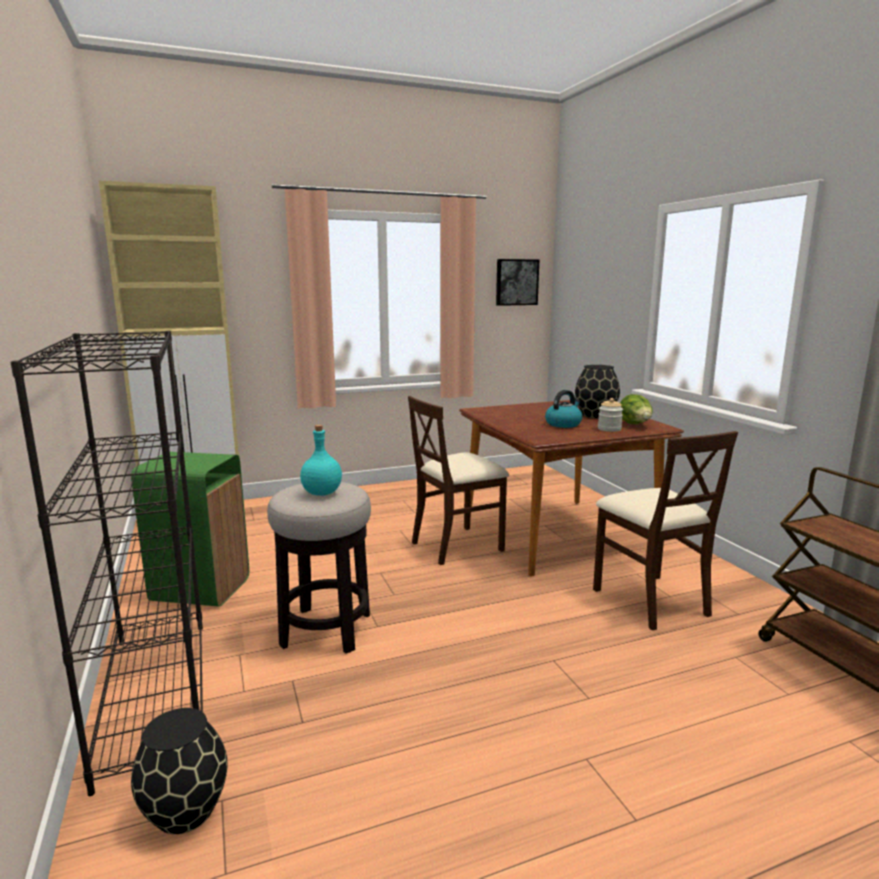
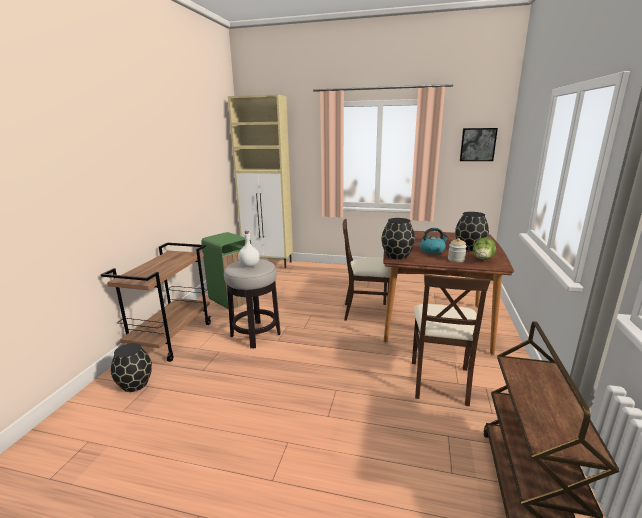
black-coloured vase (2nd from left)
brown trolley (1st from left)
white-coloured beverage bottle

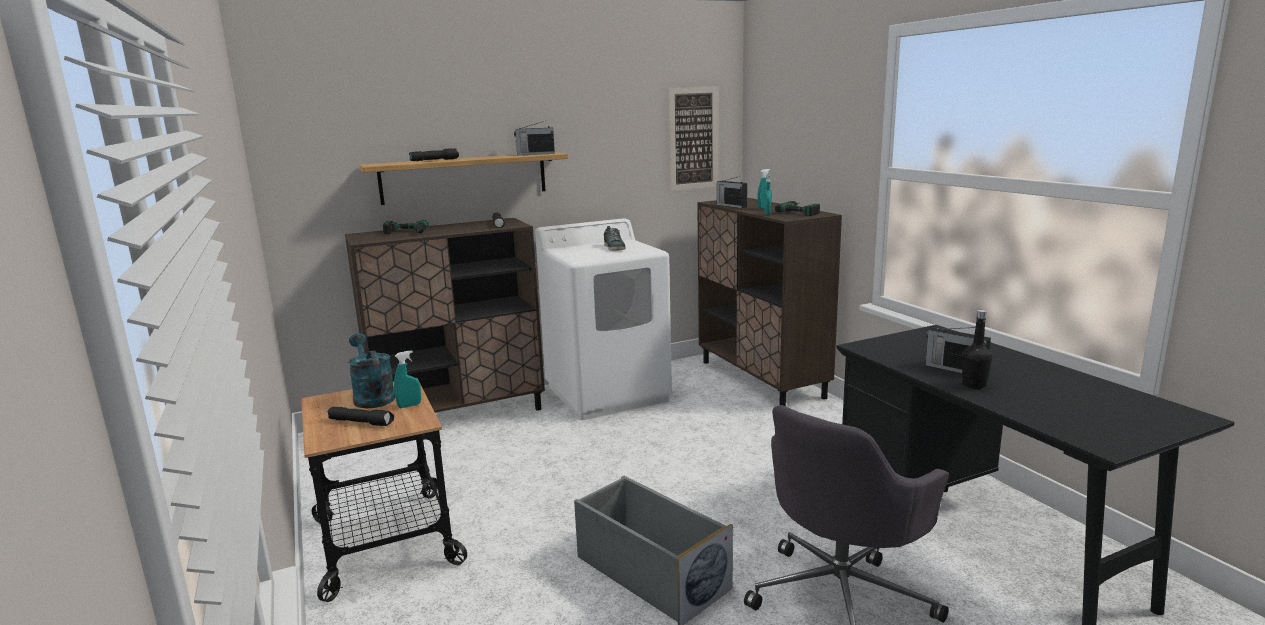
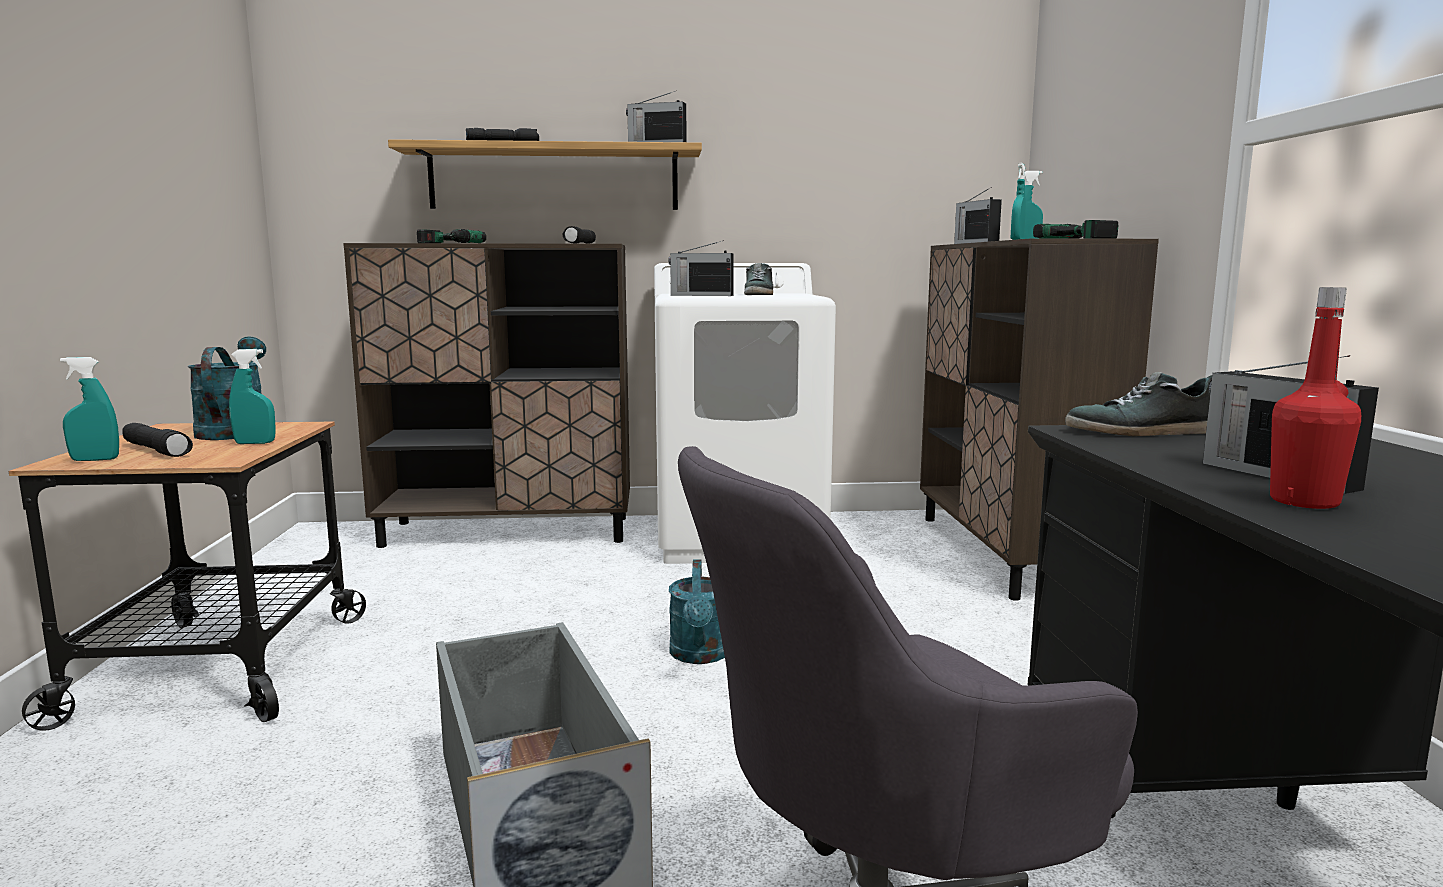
wall picture
blue-green hand sprayer (1st from left)
radio set (2nd from left)
blue-green watering pot (2nd from left)
item of footwear (2nd from left)
red beverage bottle

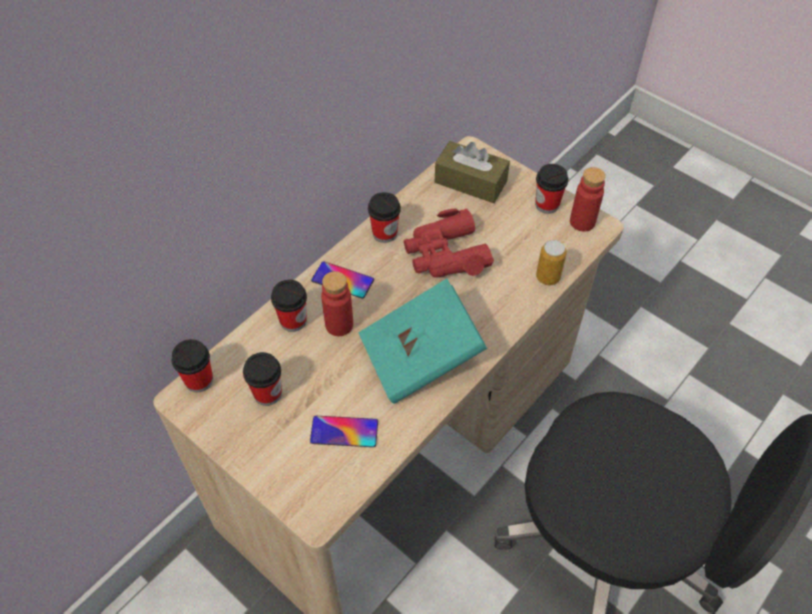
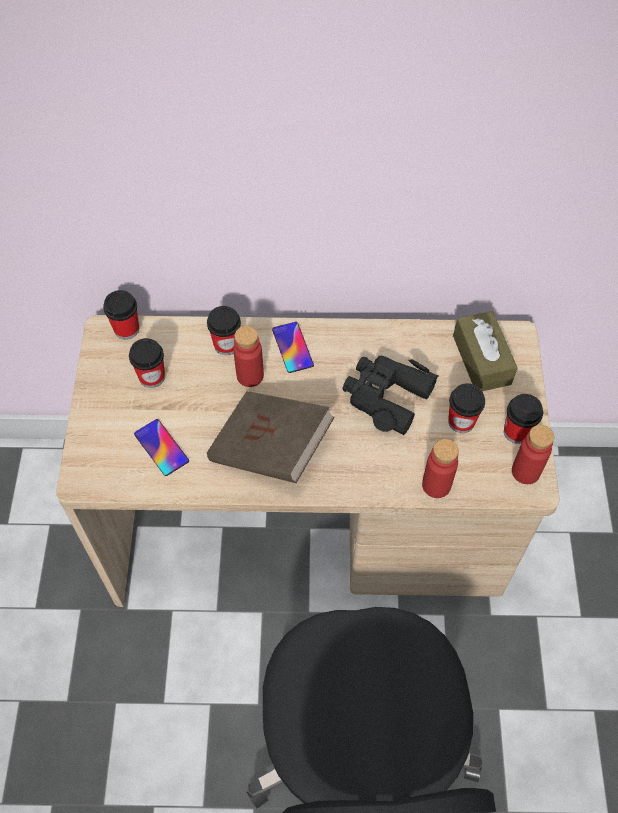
small cup (4th from left)
red beverage bottle (2nd from left)
brown bound book
black-coloured field glasses

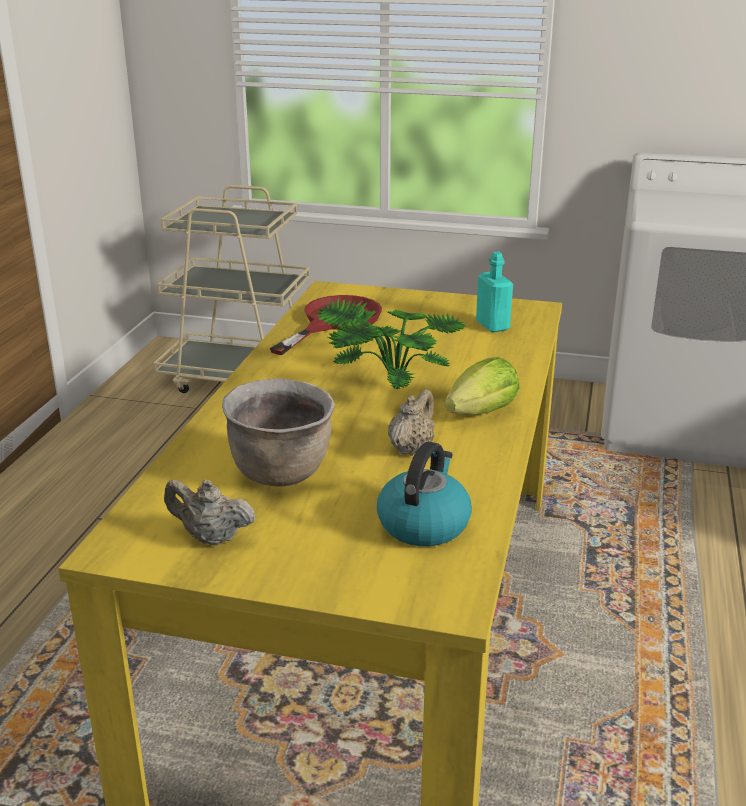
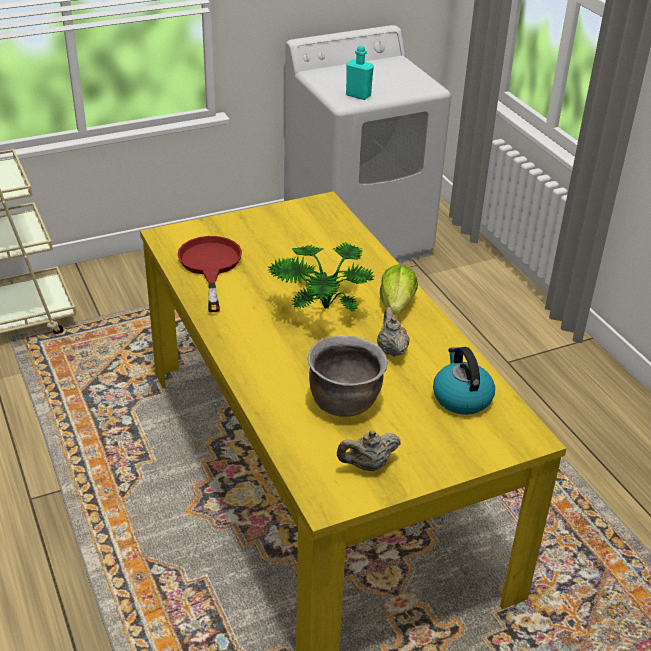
blue-green beverage bottle

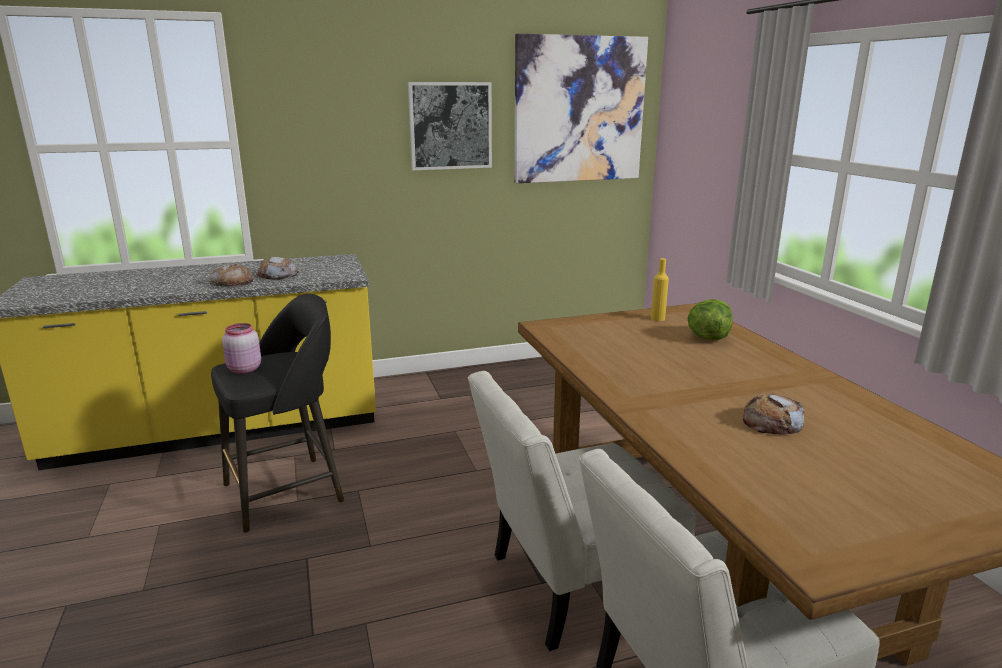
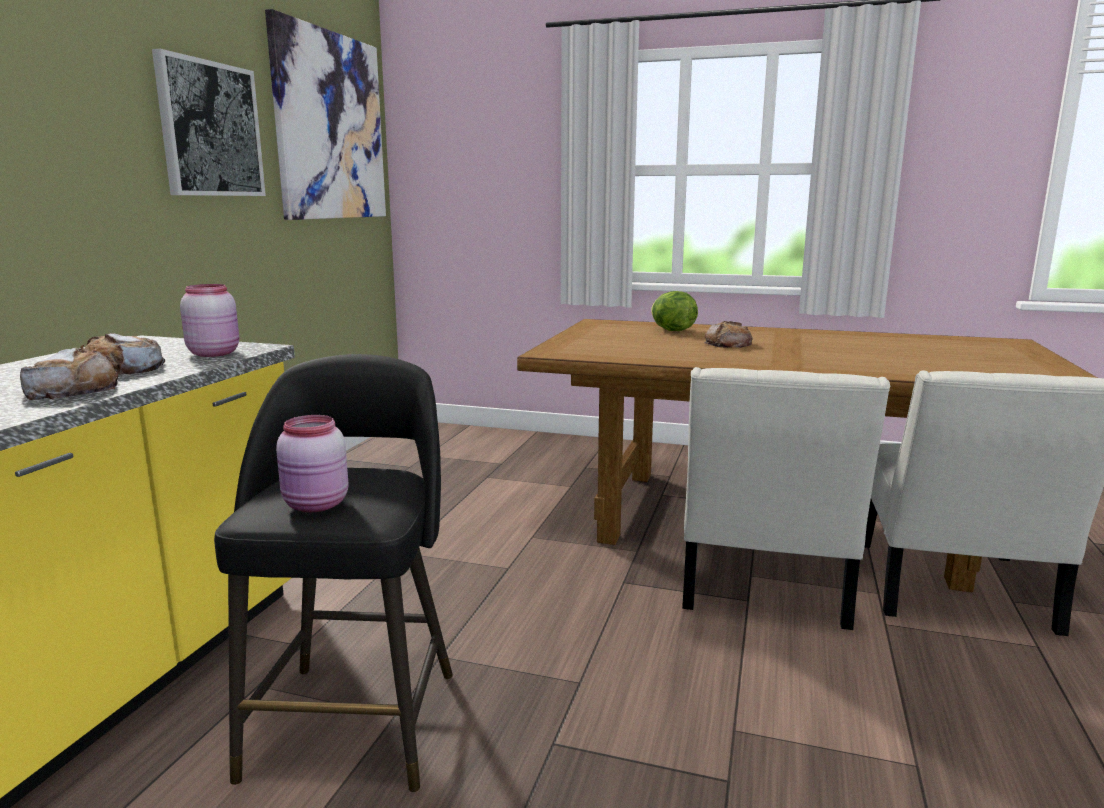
yellowish beverage bottle
pink storage jar (1st from left)
bread (3rd from left)

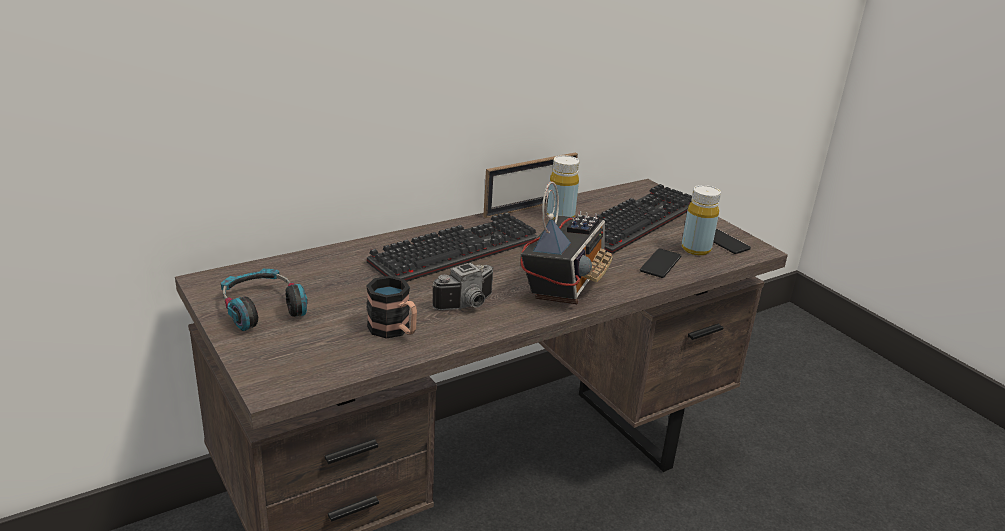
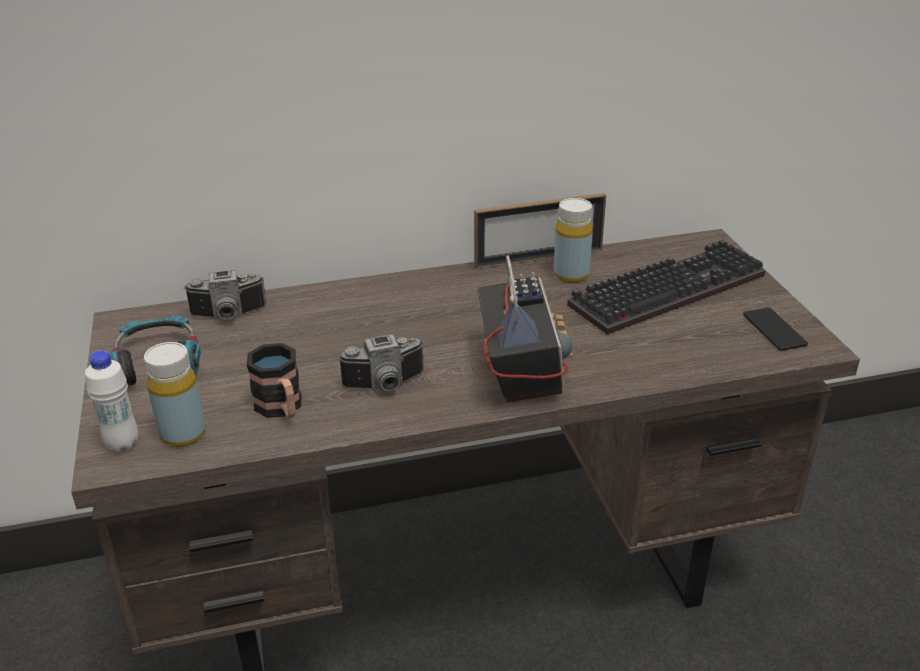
PC keyboard (1st from left in the first image)
handset (1st from left in the first image)
white-coloured beverage bottle
photo camera (1st from left)
yellowish beverage bottle (1st from left)
radio set

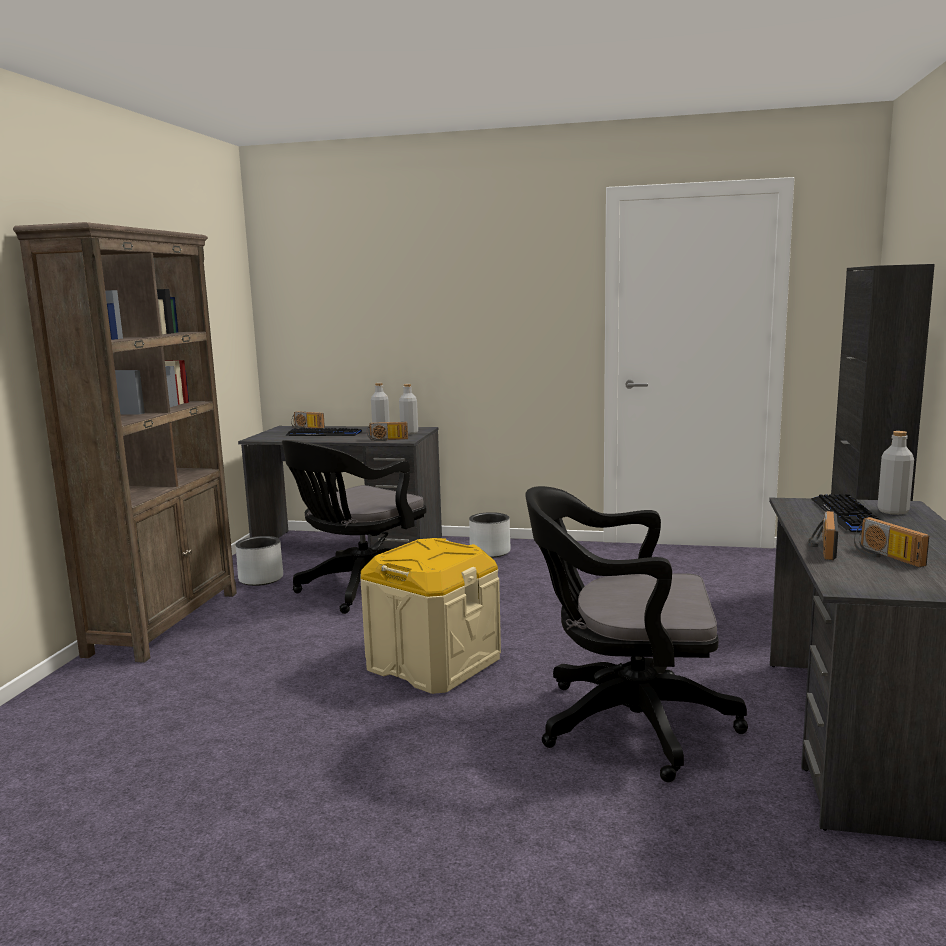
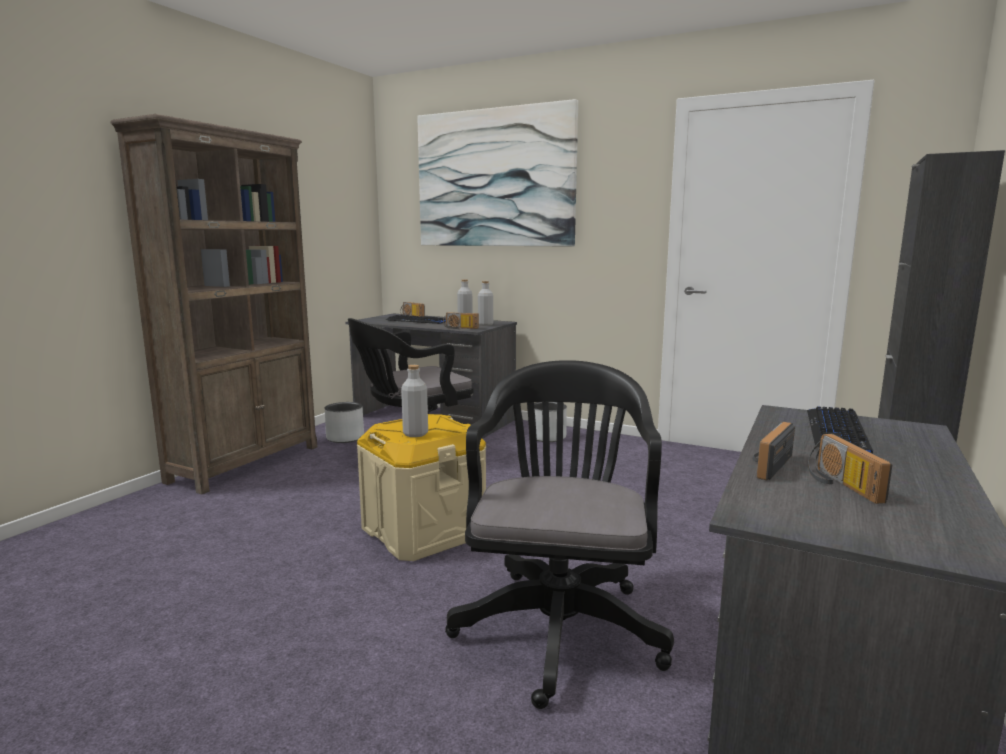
wall picture
grey beverage bottle (1st from left)
black-coloured desk chair (2nd from left)

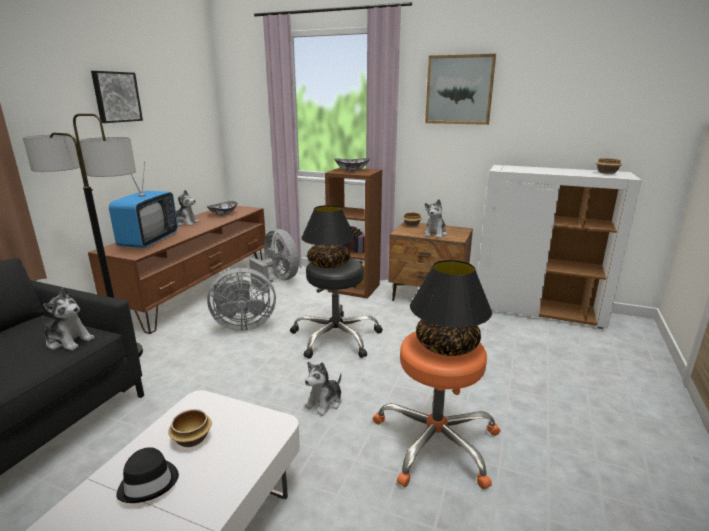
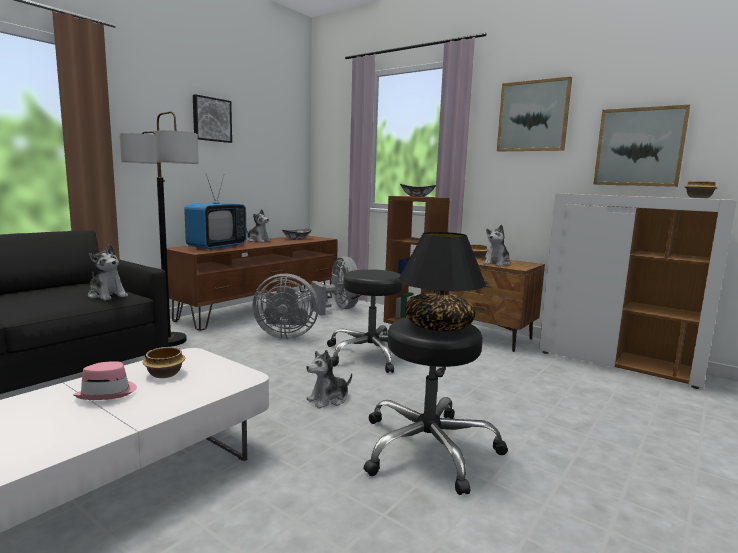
black-coloured lamp for a table (1st from left in the first image)
wall picture (3rd from left)
pink wearable hat
black-coloured stool seat (2nd from left)

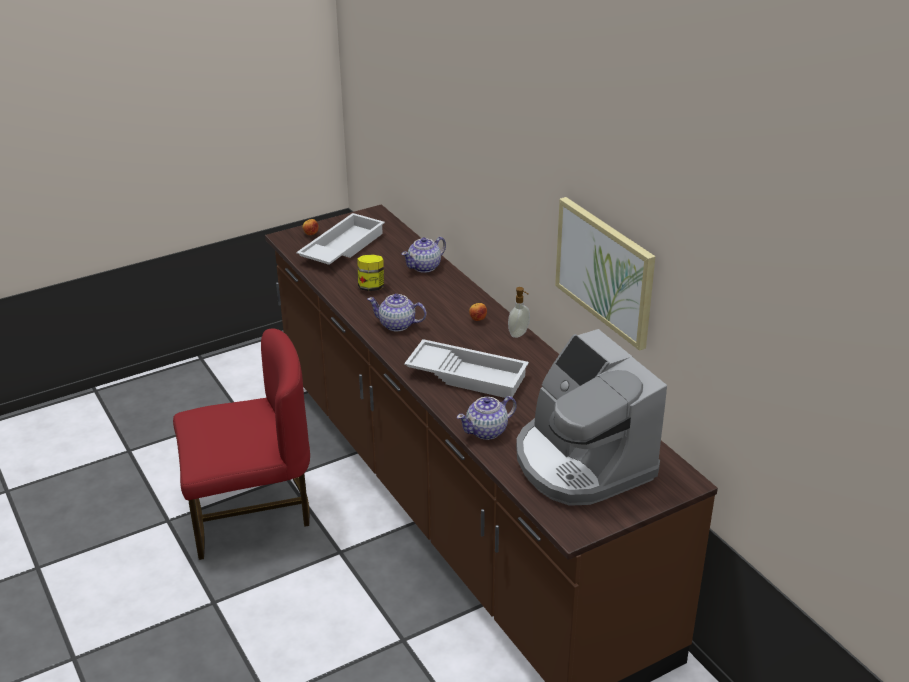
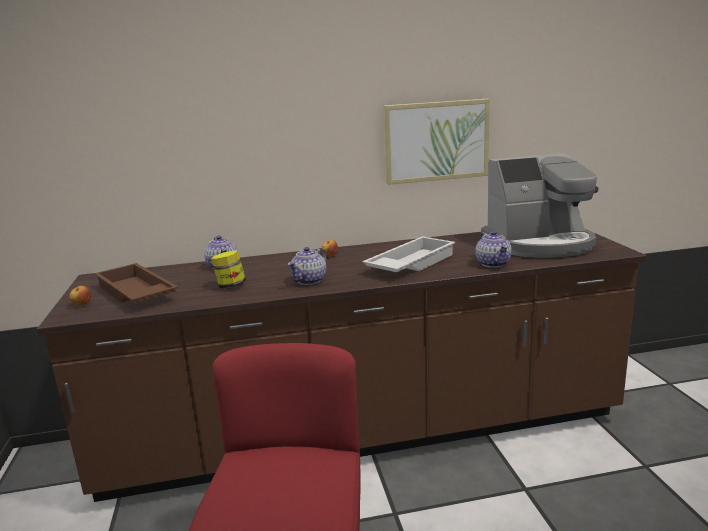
soap bottle
brown tray

